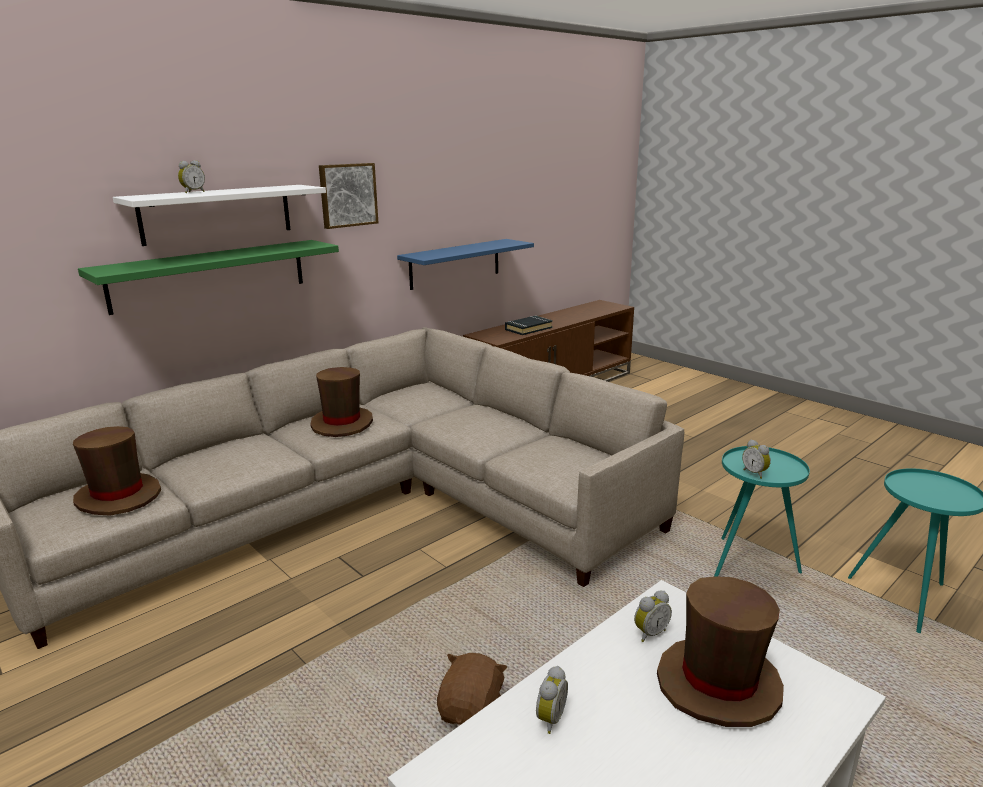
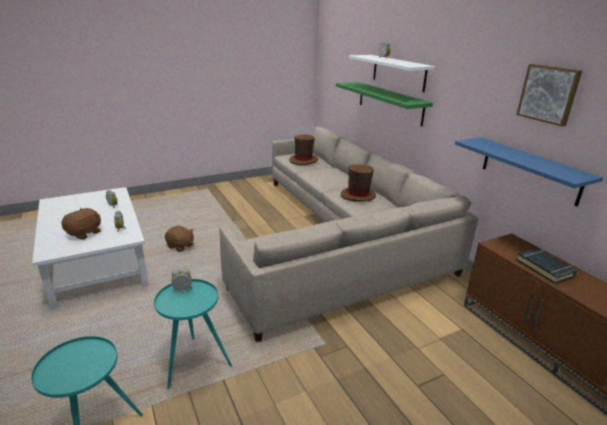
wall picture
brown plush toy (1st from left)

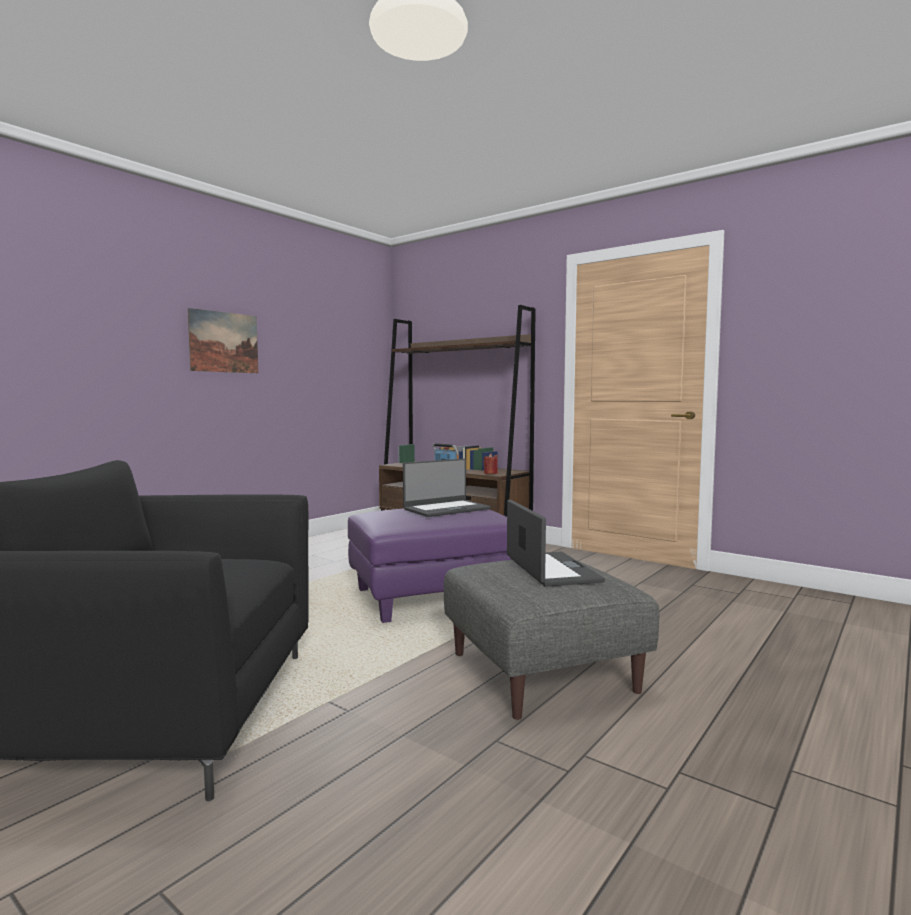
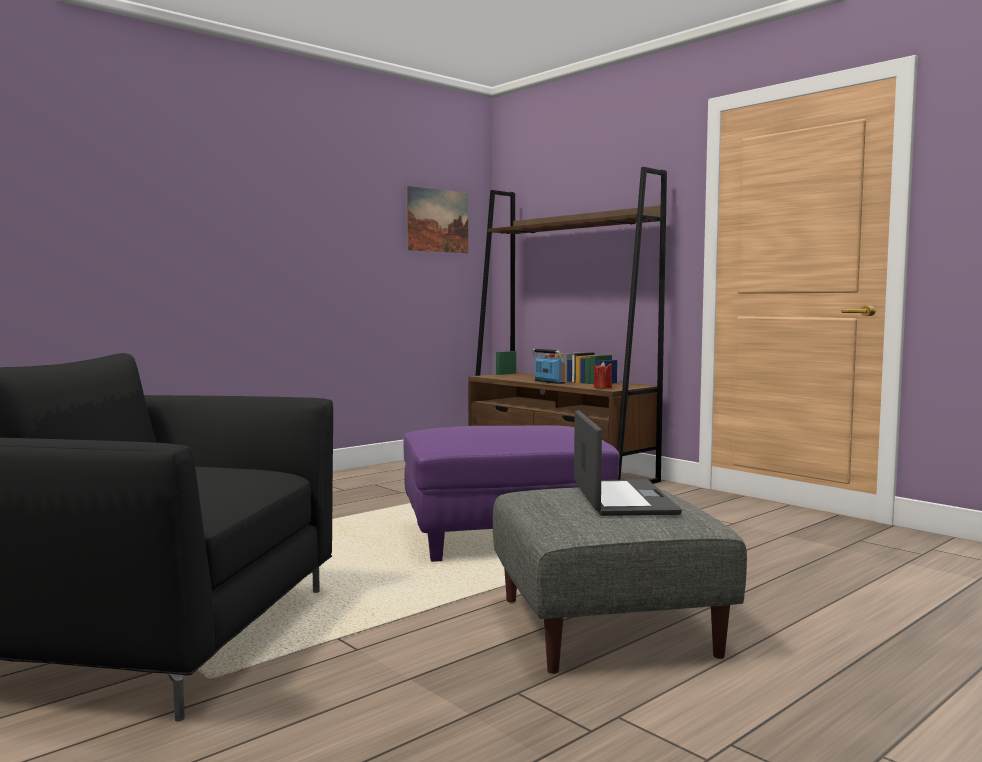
portable computer (1st from left in the first image)
wall picture

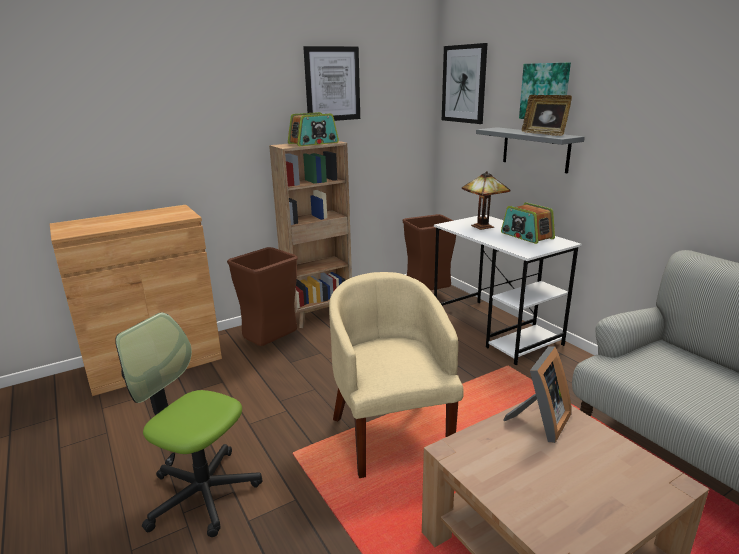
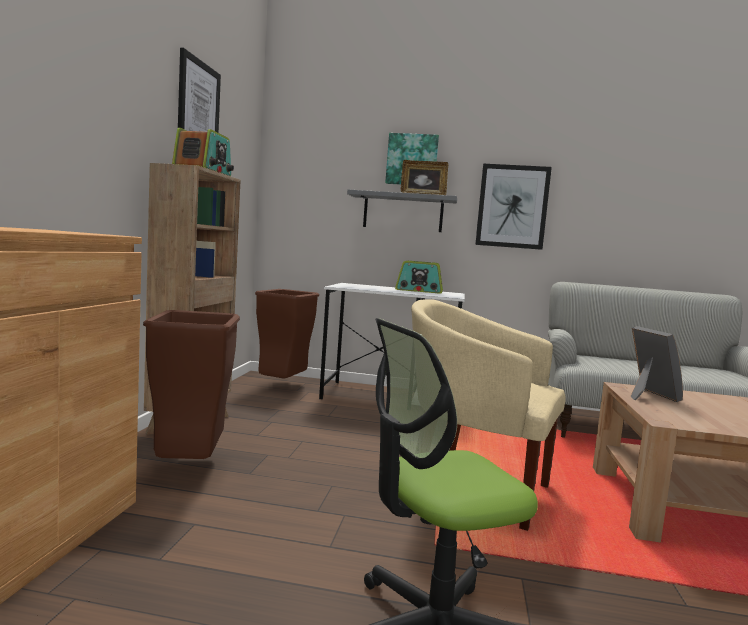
lamp for a table
wall picture (3rd from left)

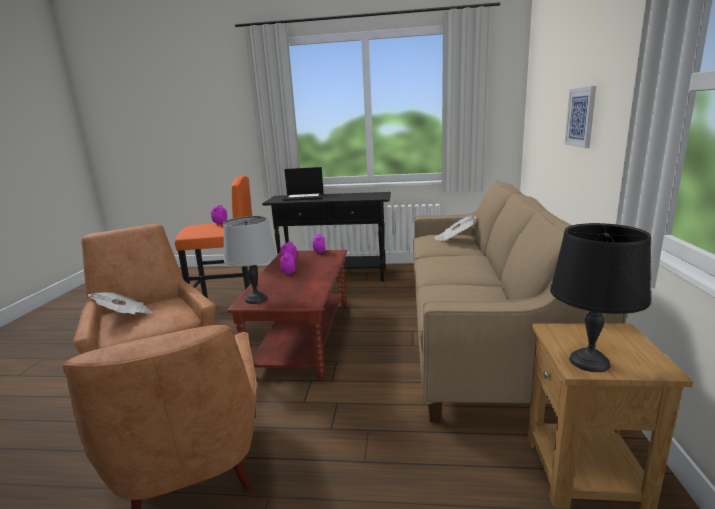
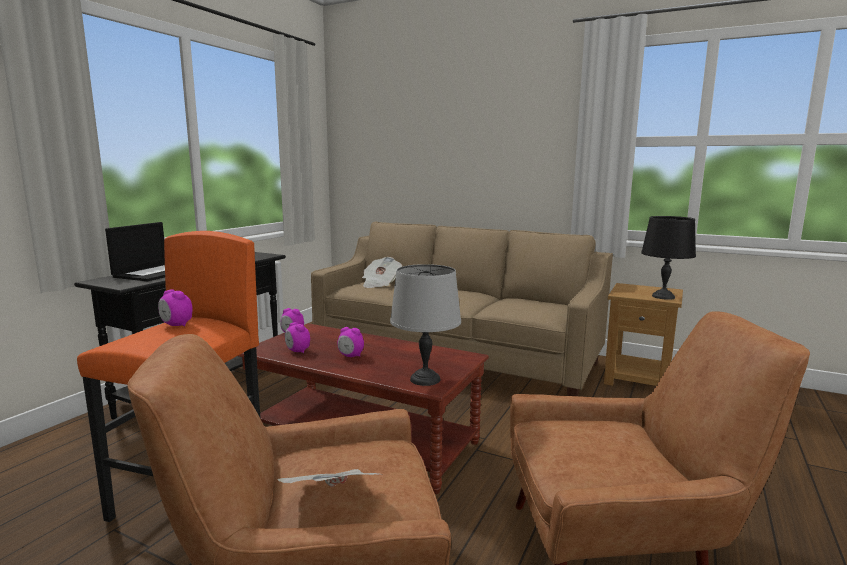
wall picture

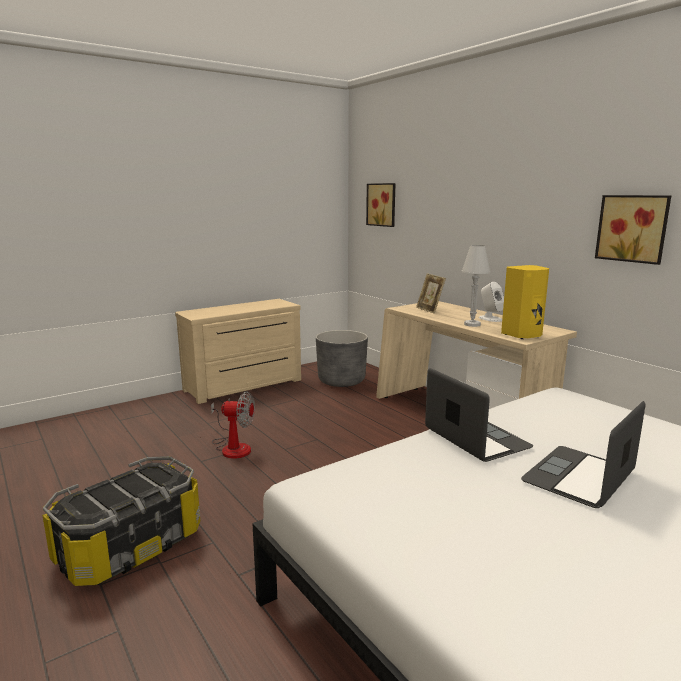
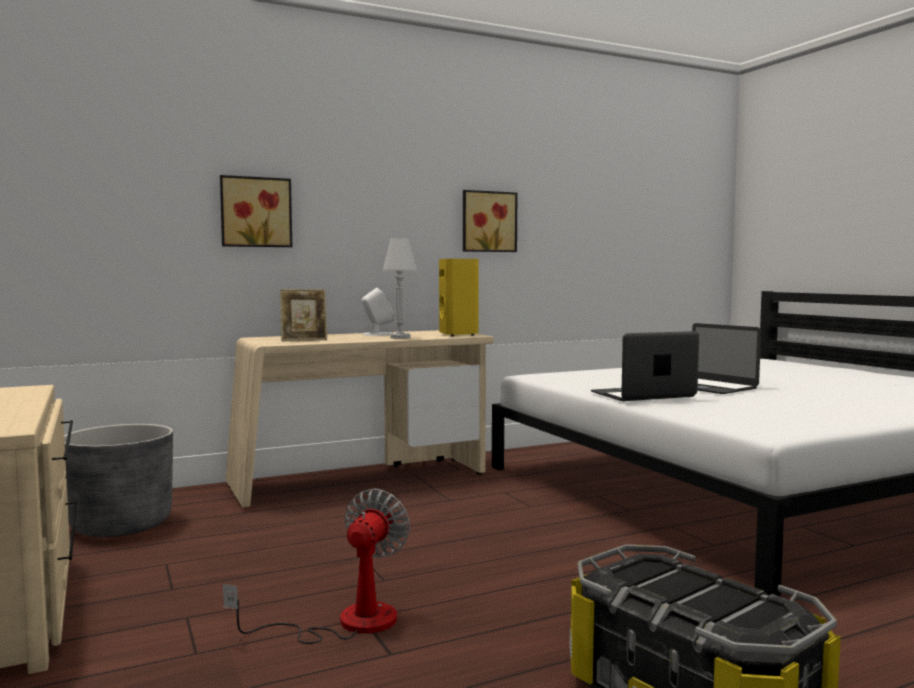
wall picture (1st from left)

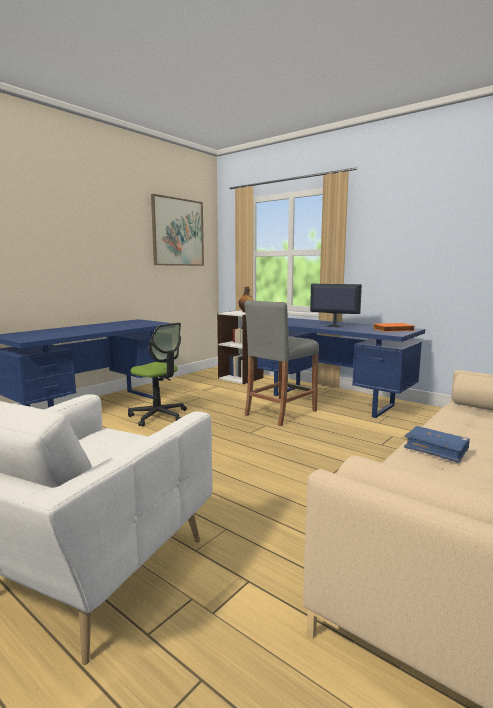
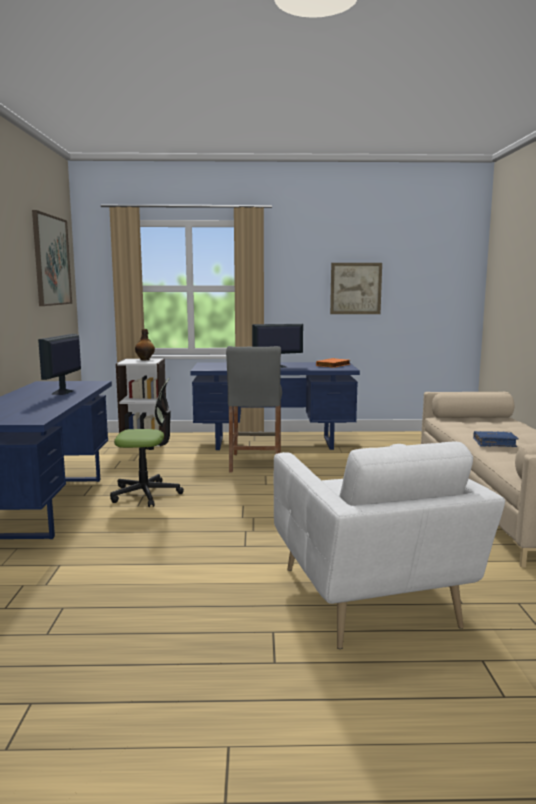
computer display (1st from left)
wall picture (2nd from left)

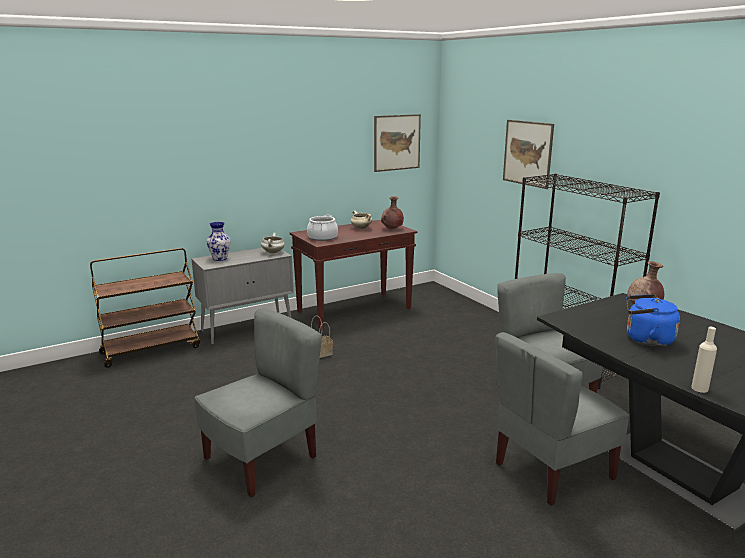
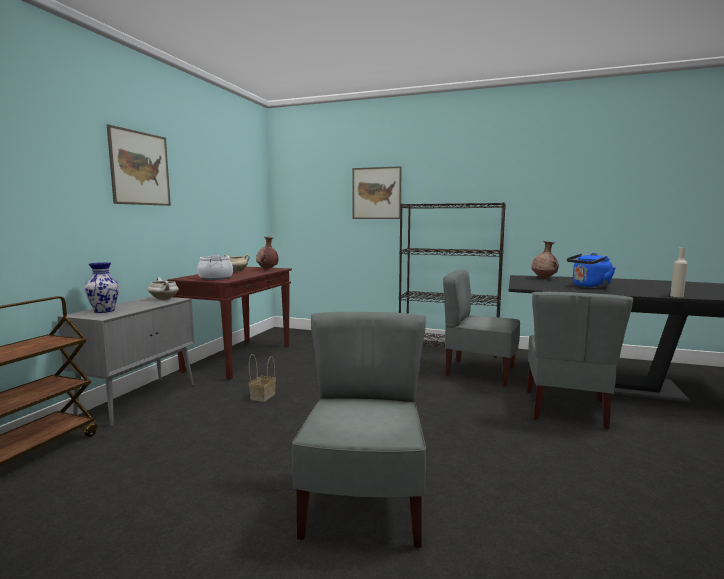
wall picture (1st from left)

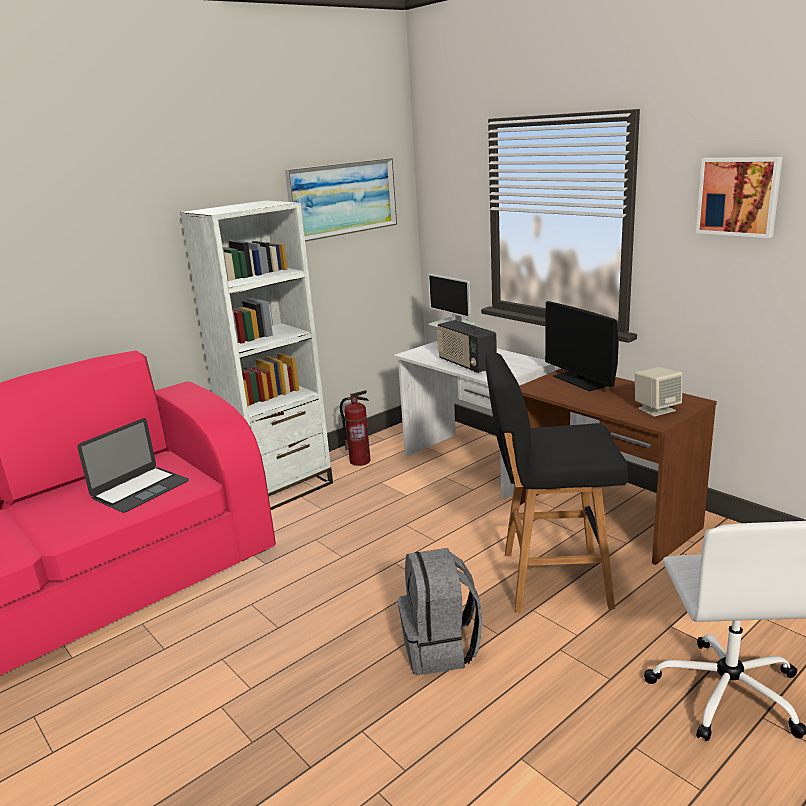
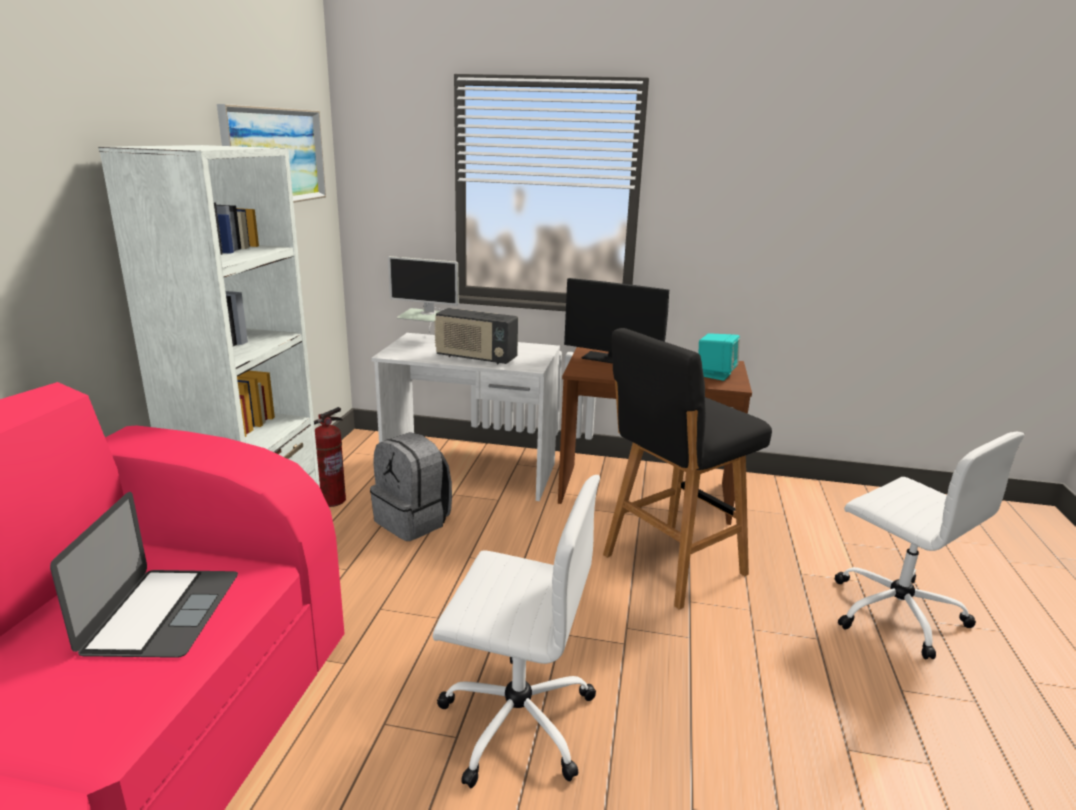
wall picture (2nd from left in the first image)
white-coloured desk chair (1st from left)
grey rucksack
blue-green audio speaker

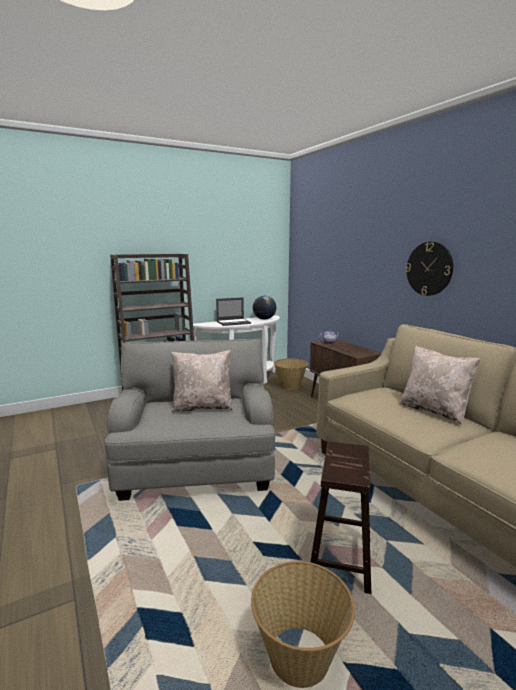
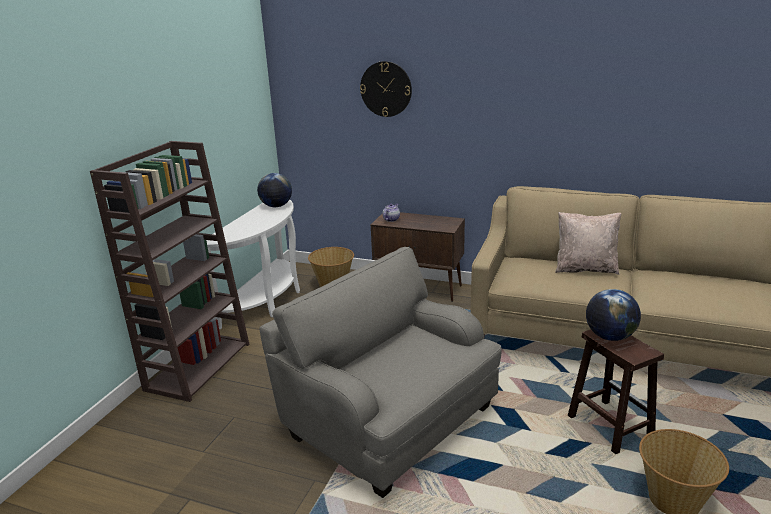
sand-coloured cushion (1st from left in the first image)
portable computer
world globe (2nd from left)
clock on the wall

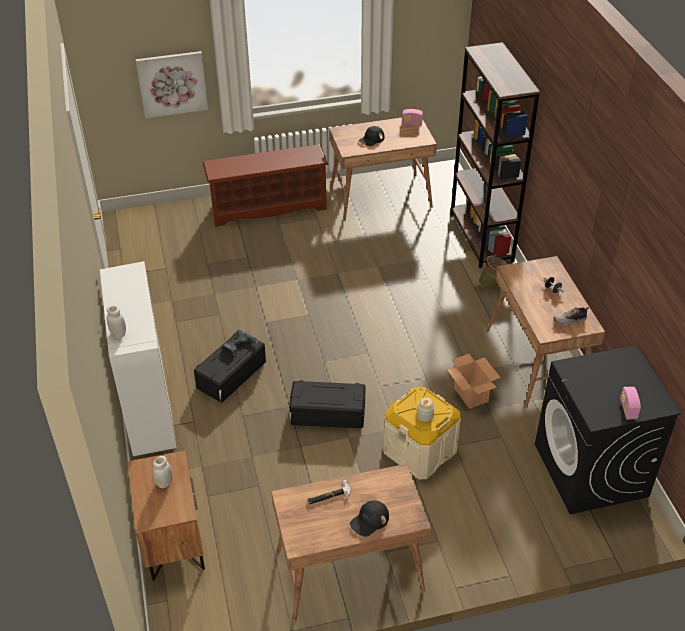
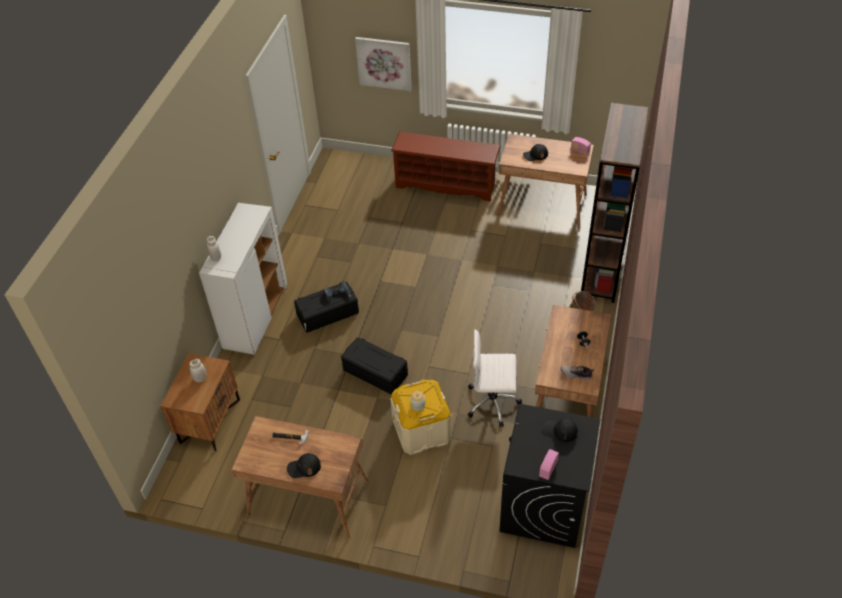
black-coloured cap (3rd from left)
white-coloured desk chair

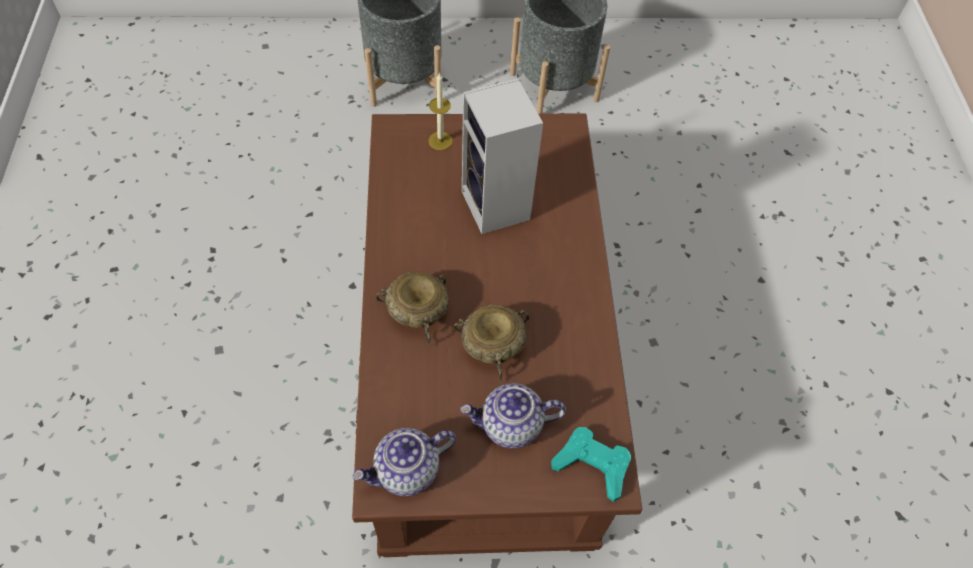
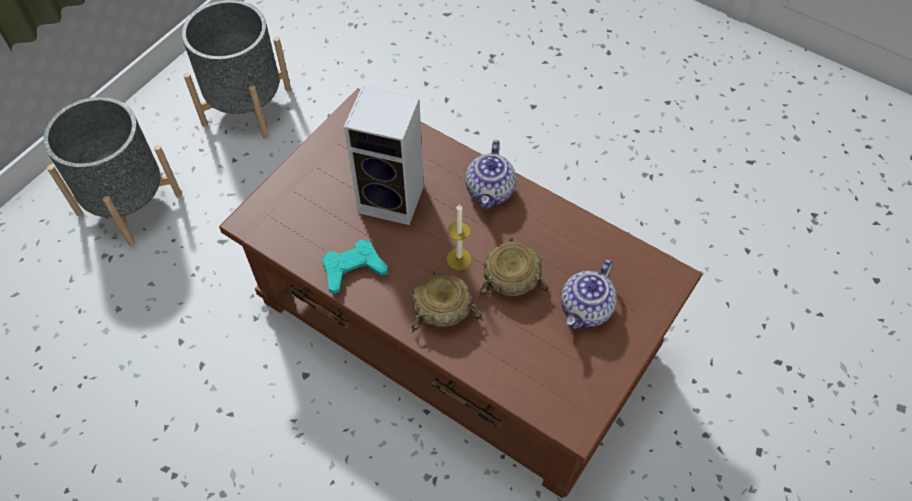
tea pot (1st from left)
wax candle
blue-green joypad

